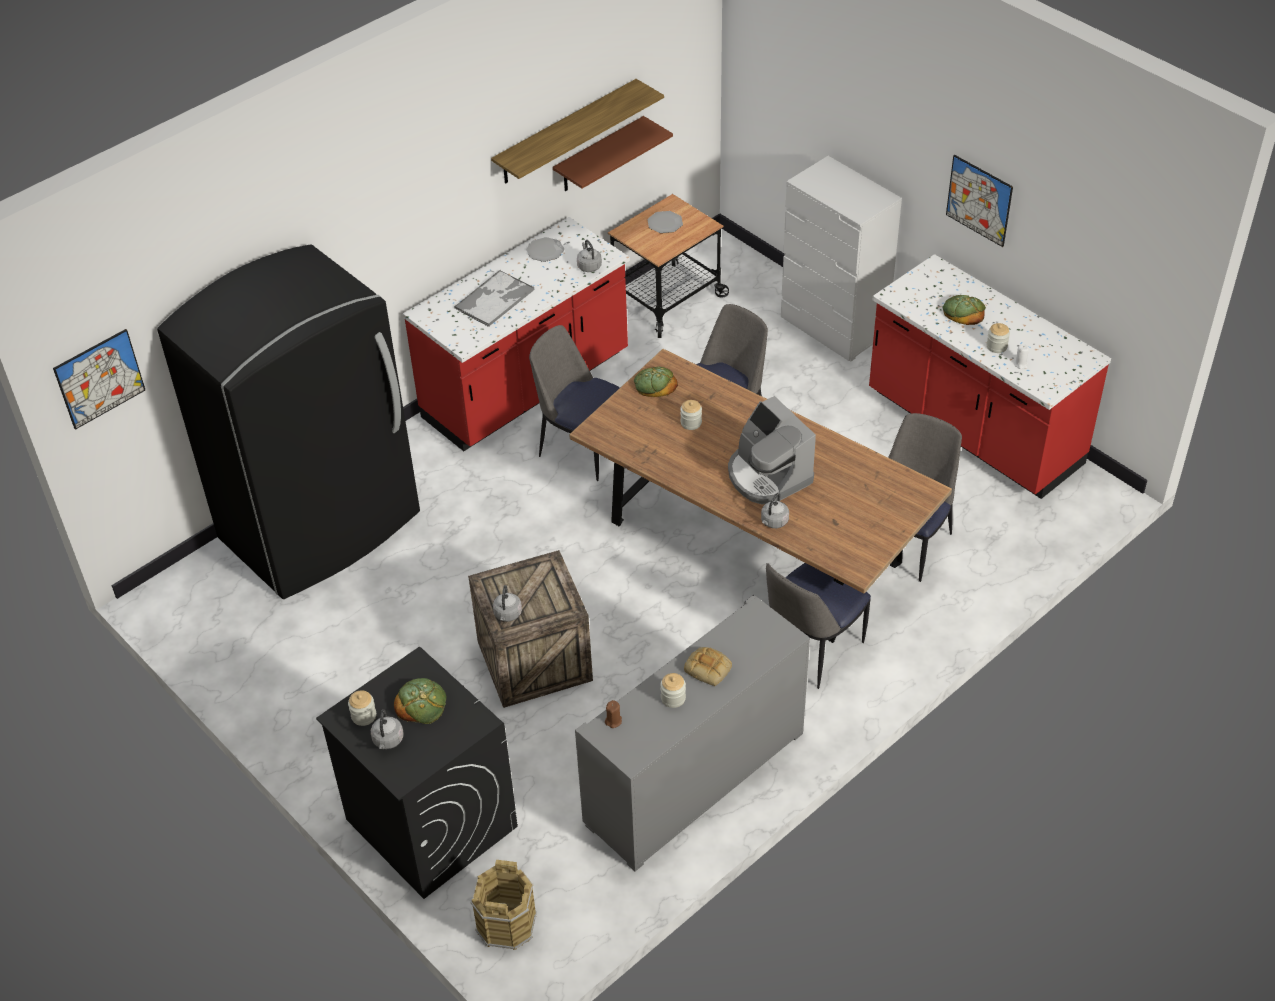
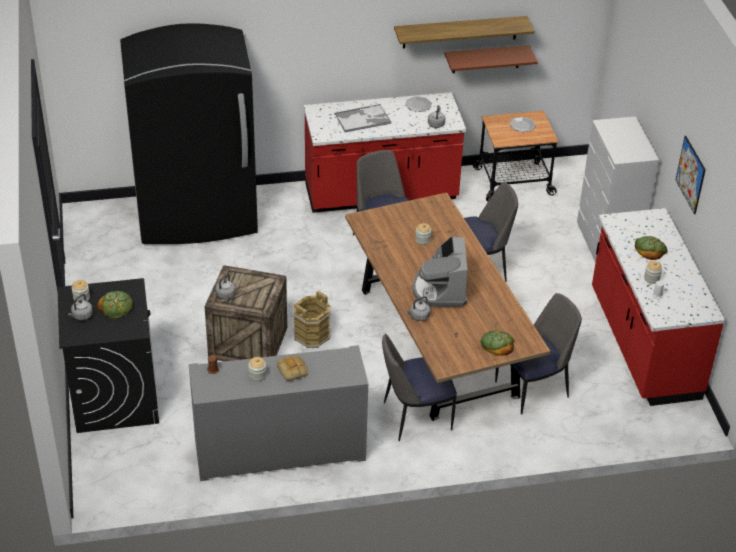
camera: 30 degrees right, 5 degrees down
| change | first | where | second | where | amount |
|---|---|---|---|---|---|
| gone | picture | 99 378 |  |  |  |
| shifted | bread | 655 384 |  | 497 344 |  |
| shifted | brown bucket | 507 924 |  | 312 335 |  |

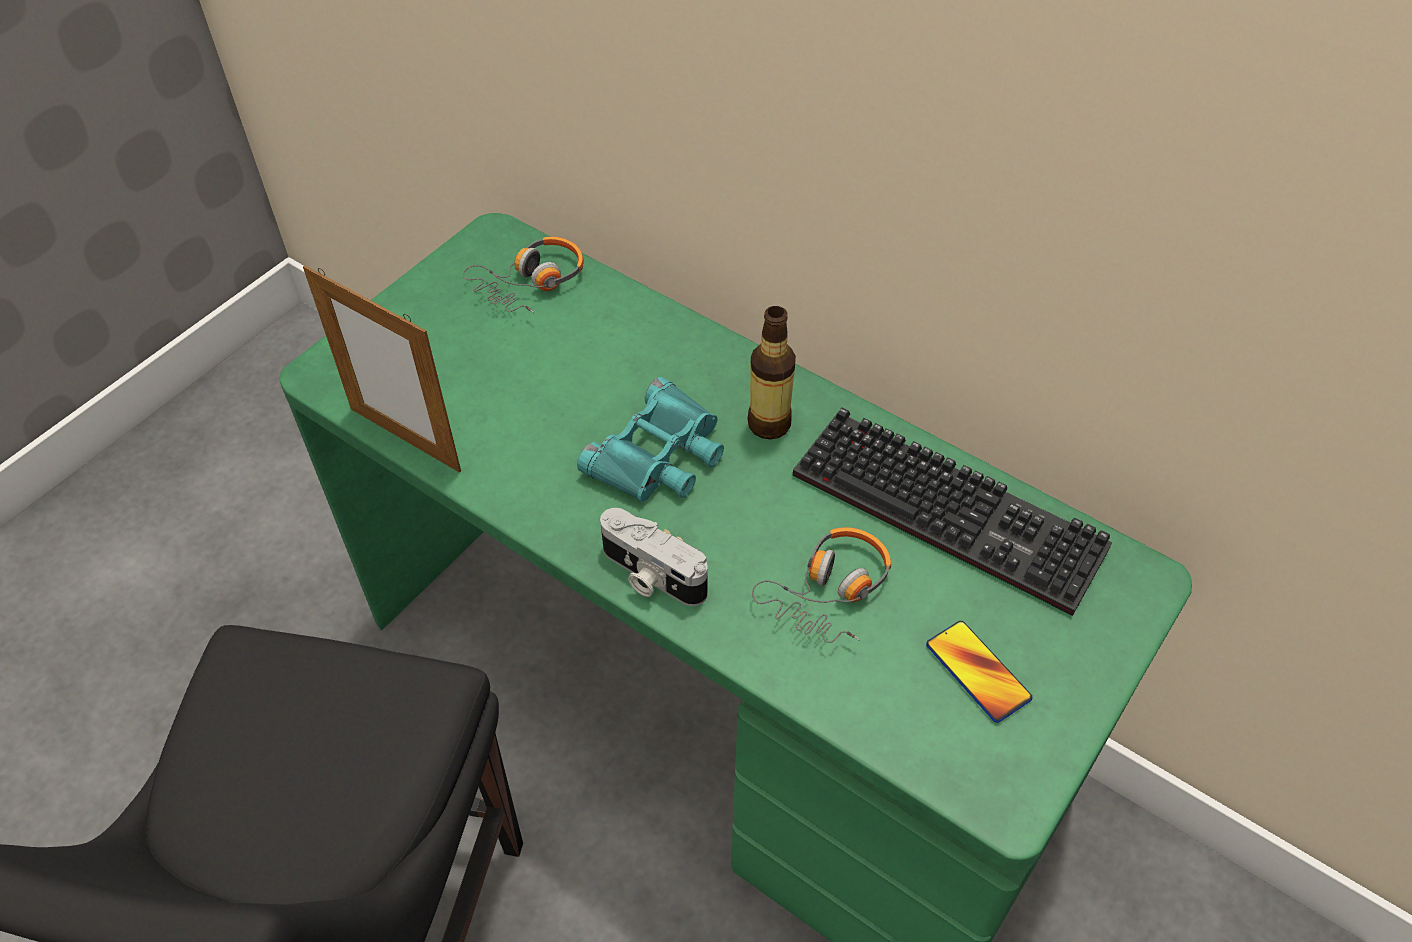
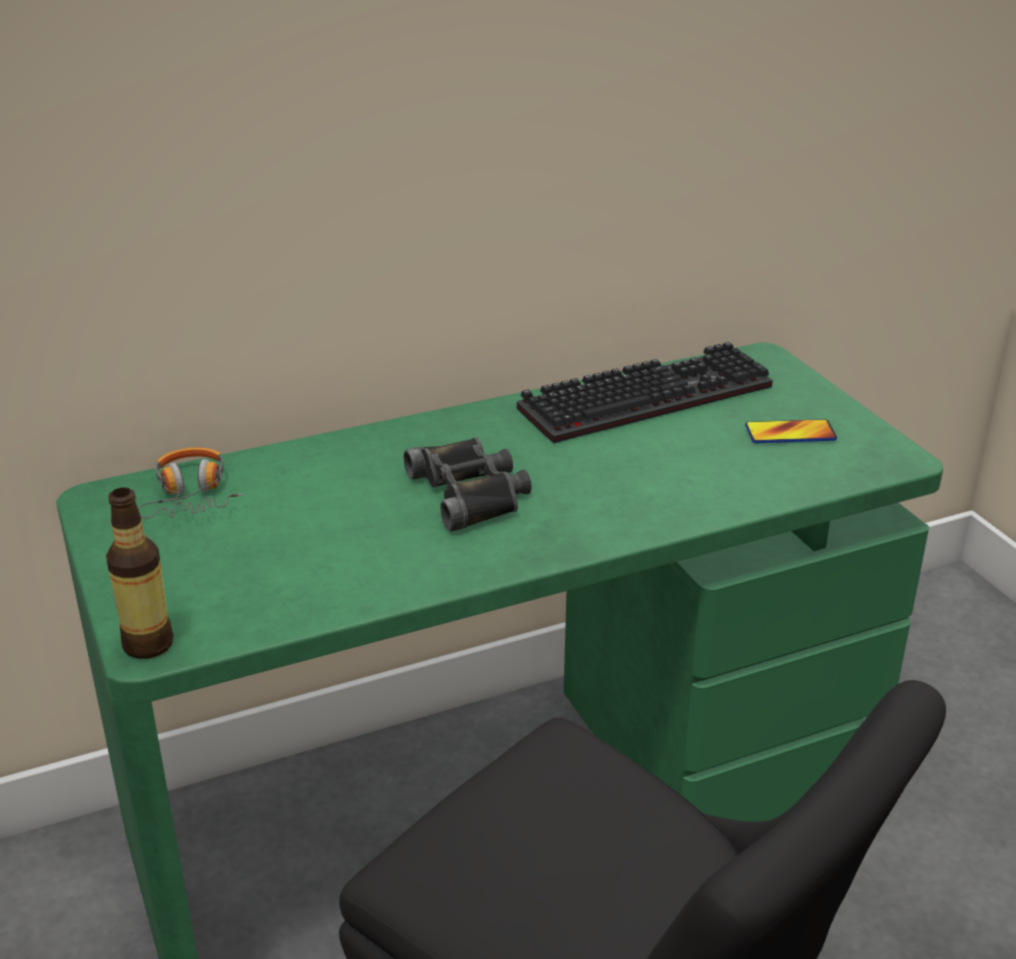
camera: 60 degrees left, 20 degrees down
| change | first | where | second | where | amount |
|---|---|---|---|---|---|
| gone | picture frame | 405 439 |  |  |  |
| shifted | bottle | 769 424 |  | 148 644 |  |
| repainted | turquoise binoculars | 659 455 | black binoculars | 470 492 |  |
| gone | photo camera | 650 575 |  |  |  |
| gone | headphones | 830 590 |  |  |  |

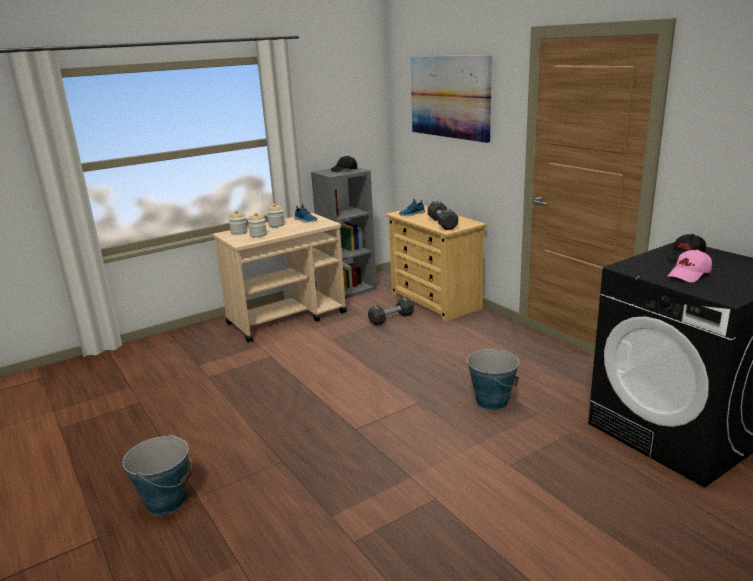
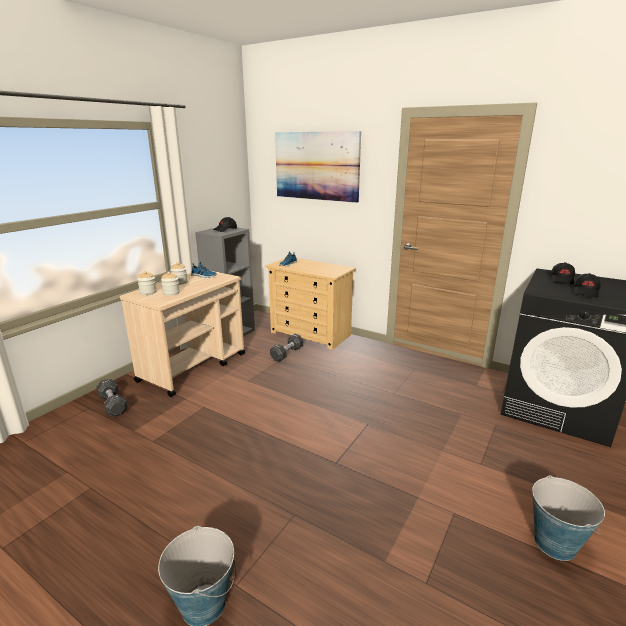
camera: 25 degrees left, 0 degrees up
| change | first | where | second | where | amount |
|---|---|---|---|---|---|
| shifted | black dumbbell | 442 223 |  | 113 404 |  |
| repainted | pink cap | 689 275 | black cap | 586 292 |  |
| shifted | bucket | 492 401 |  | 554 543 |  |

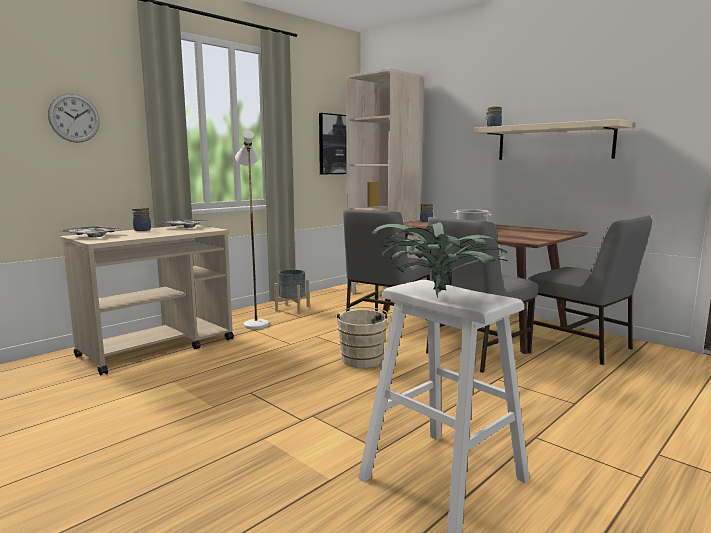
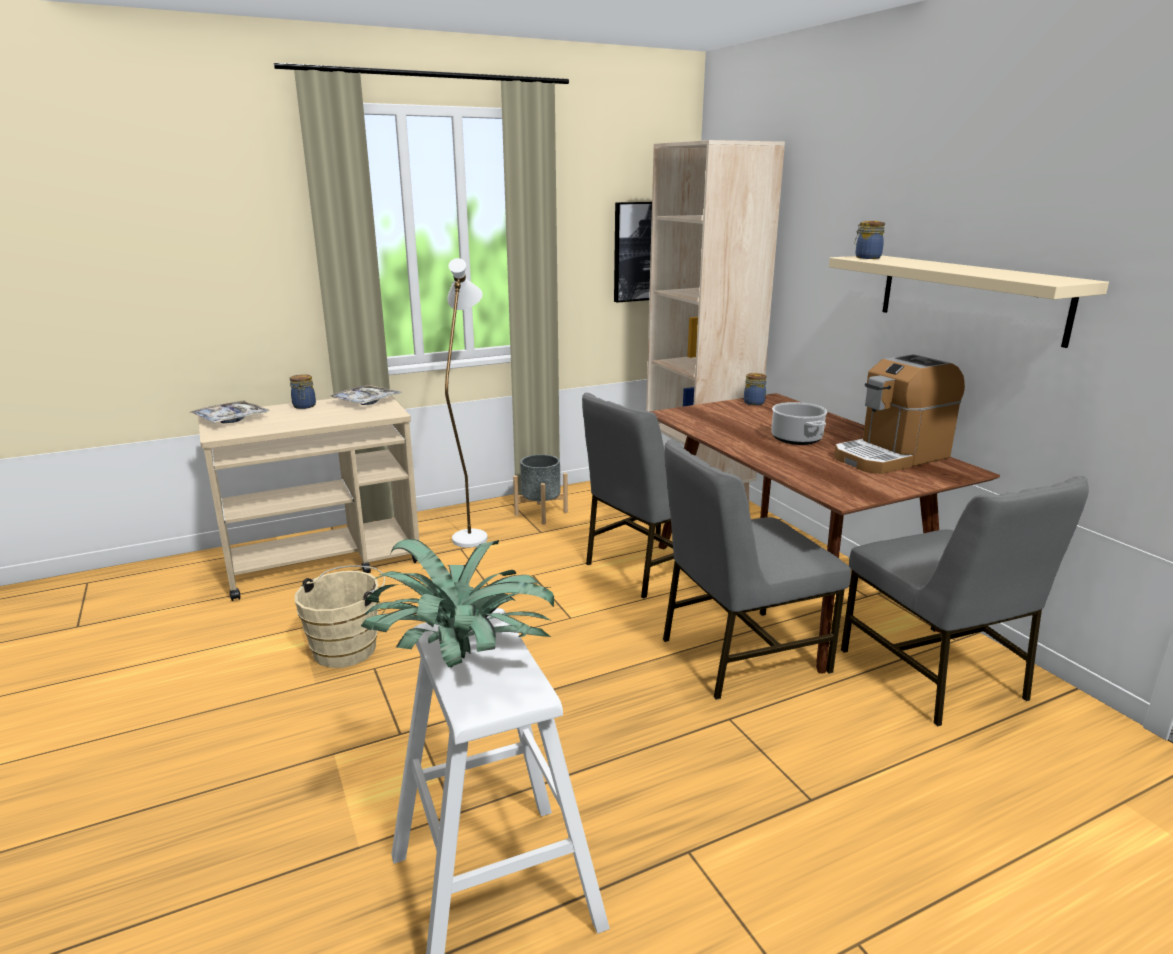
camera: 20 degrees right, 10 degrees up
| change | first | where | second | where | amount |
|---|---|---|---|---|---|
| gone | wall clock | 74 118 |  |  |  |
| shifted | beige bucket | 362 359 |  | 349 647 |  |
| new |  |  | coffee machine | 891 456 |  |

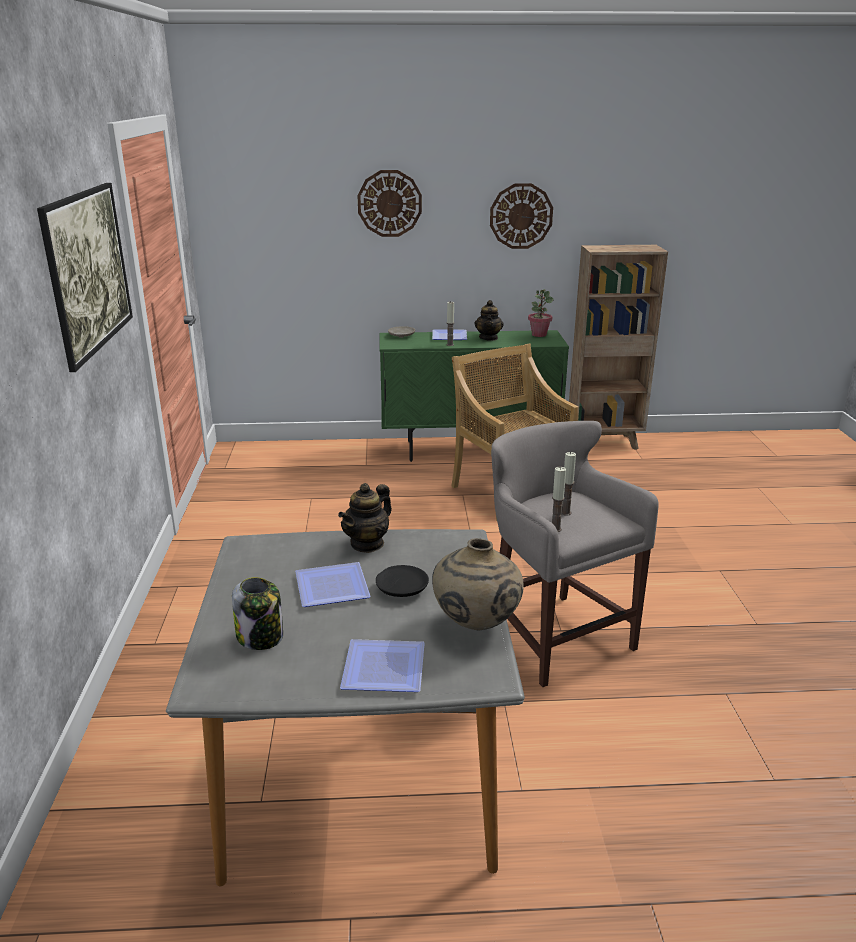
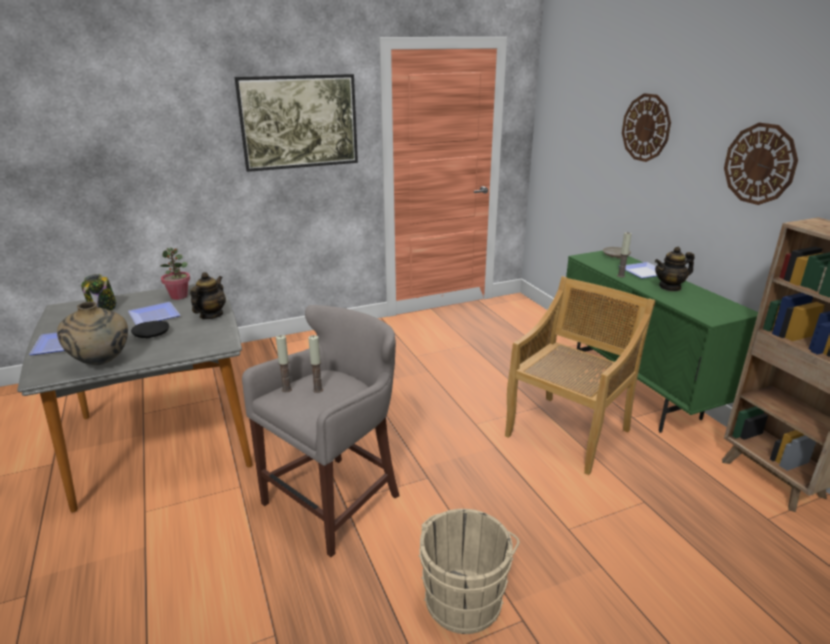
camera: 70 degrees right, 0 degrees up
| change | first | where | second | where | amount |
|---|---|---|---|---|---|
| shifted | potted plant | 539 334 |  | 179 296 |  |
| rotated | teapot | 367 543 |  | 211 315 | 90 degrees clockwise |
| new |  |  | beige bucket | 465 597 |  |

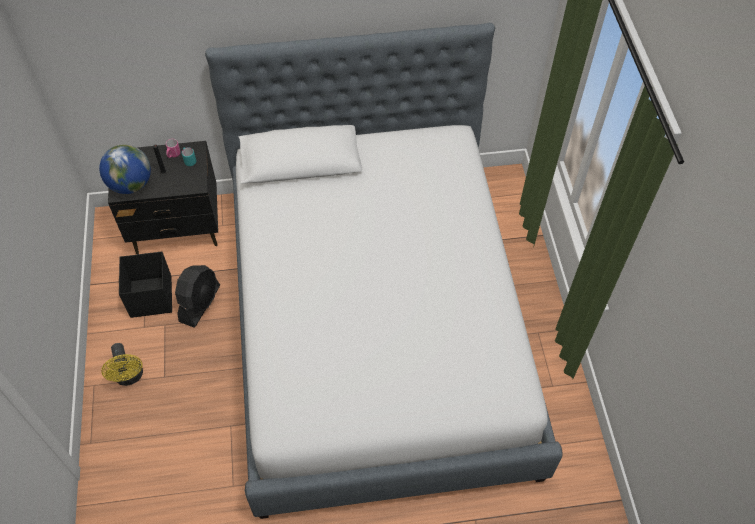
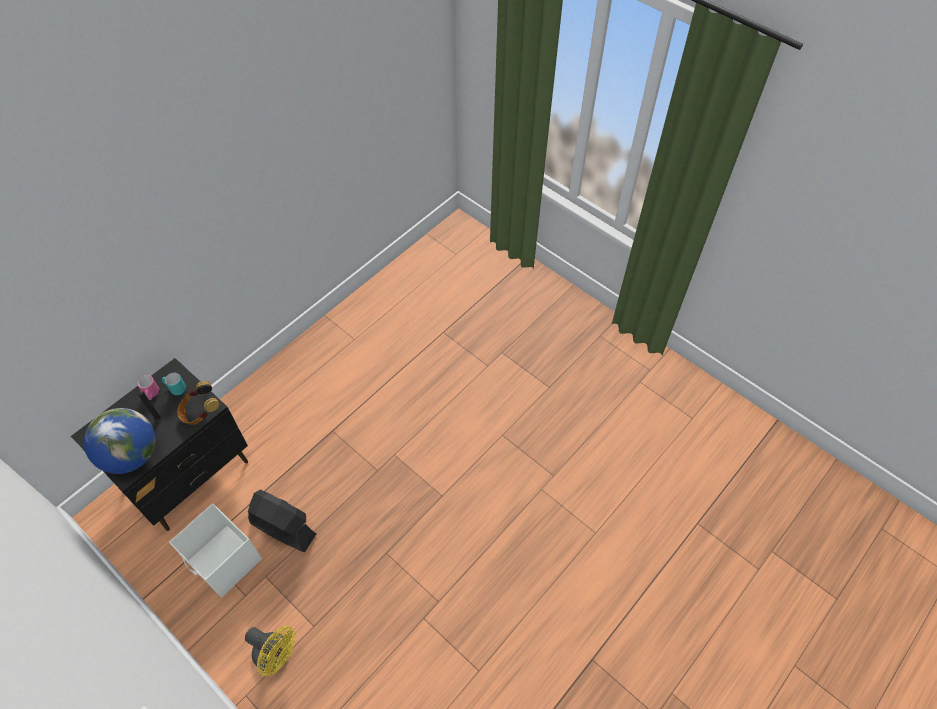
camera: 40 degrees left, 0 degrees up
| change | first | where | second | where | amount |
|---|---|---|---|---|---|
| gone | bed | 377 325 |  |  |  |
| repainted | black storage box | 151 297 | white storage box | 225 561 |  |
| rotated | black fan | 200 303 |  | 283 528 | 45 degrees counterclockwise |
| new |  |  | headphones | 201 412 |  |

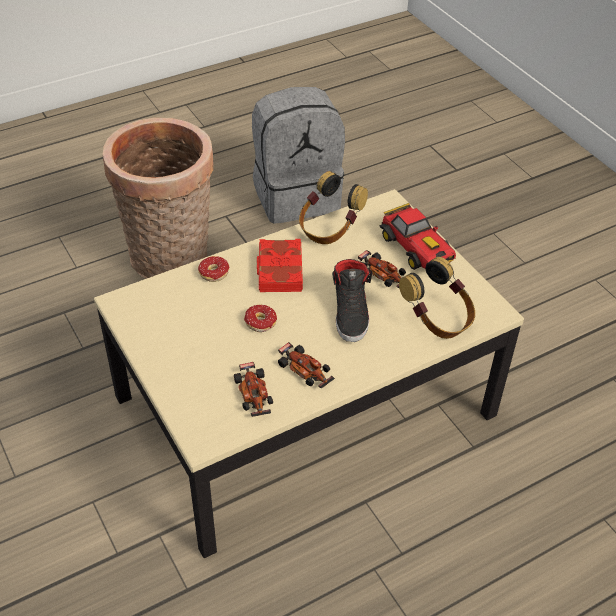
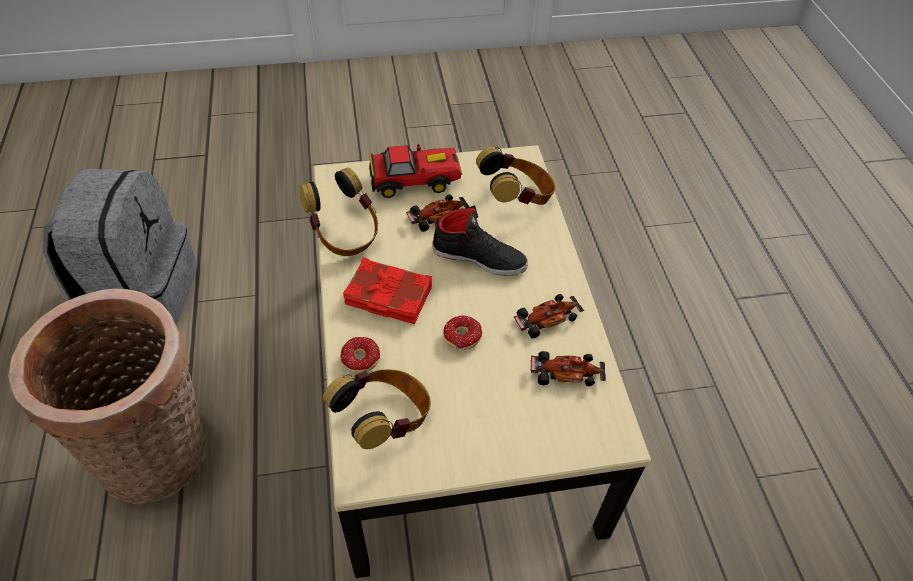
camera: 70 degrees left, 5 degrees up
| change | first | where | second | where | amount |
|---|---|---|---|---|---|
| new |  |  | headphones | 385 420 |  |

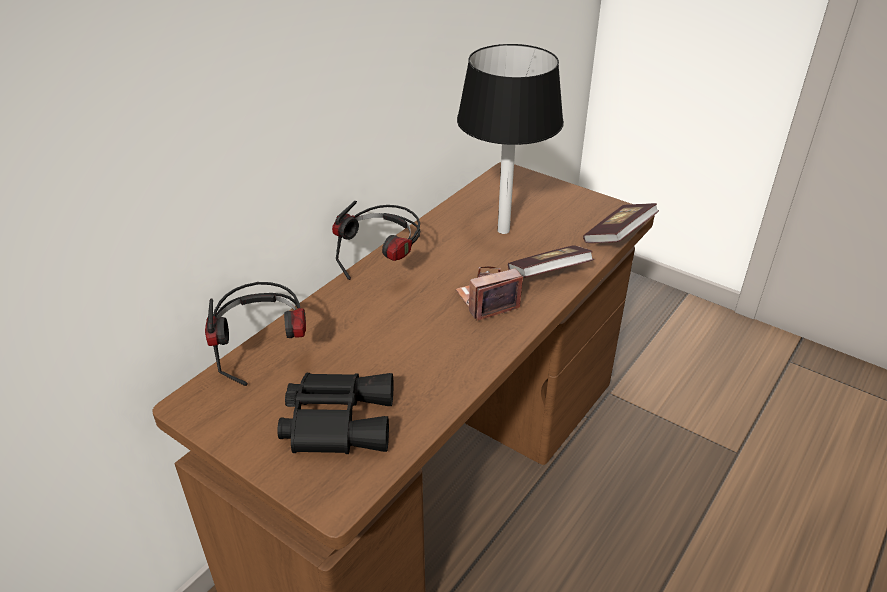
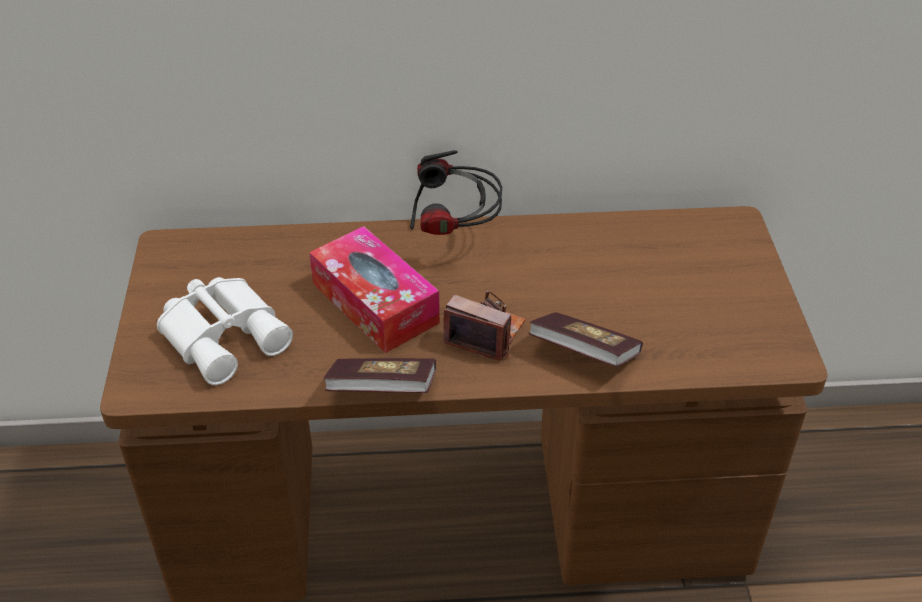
camera: 50 degrees right, 5 degrees up
| change | first | where | second | where | amount |
|---|---|---|---|---|---|
| gone | black table lamp | 504 230 |  |  |  |
| shifted | book | 618 236 |  | 382 390 |  |
| gone | headphones | 264 354 |  |  |  |
| repainted | black binoculars | 337 419 | white binoculars | 225 334 |  |
| new |  |  | tissue box | 375 303 |  |

